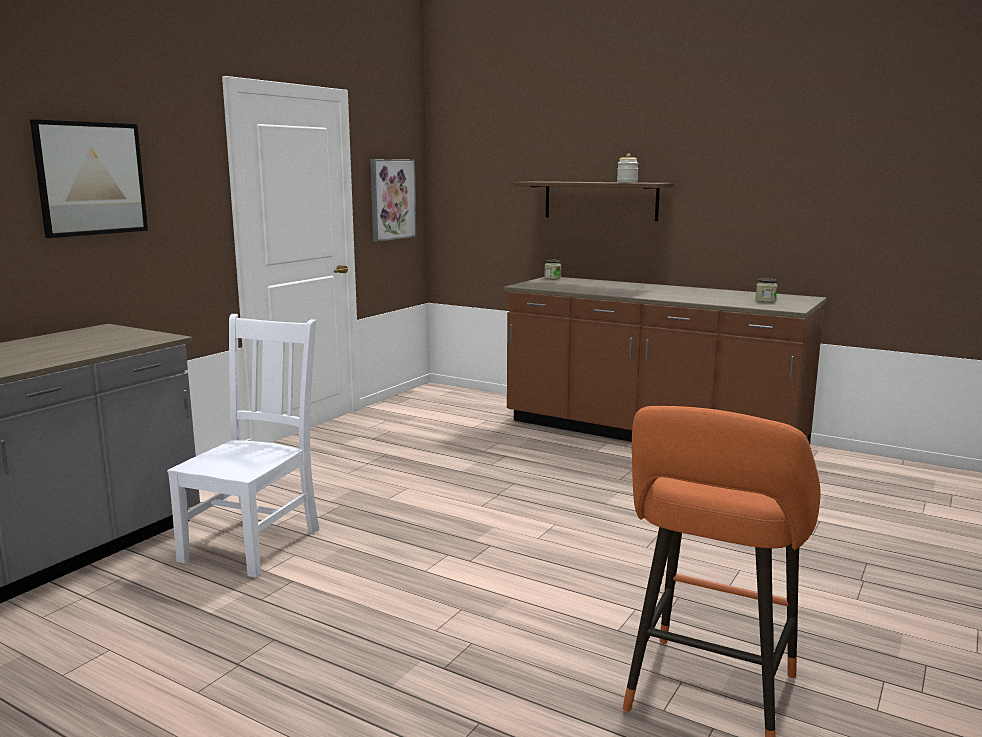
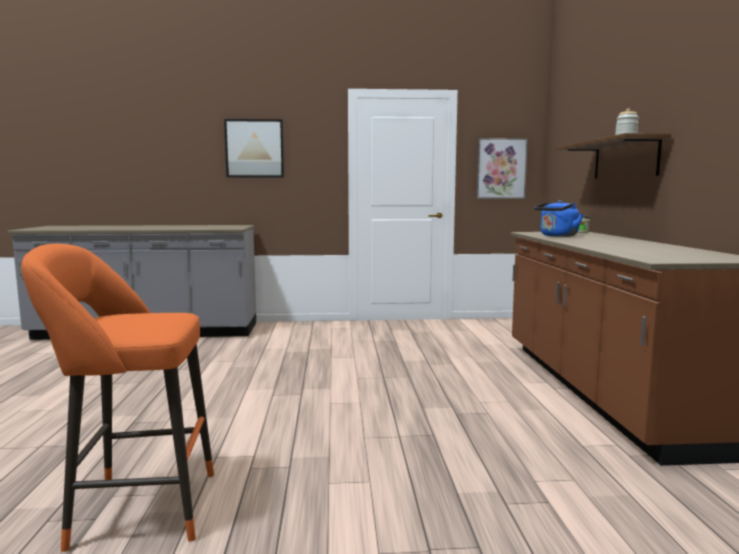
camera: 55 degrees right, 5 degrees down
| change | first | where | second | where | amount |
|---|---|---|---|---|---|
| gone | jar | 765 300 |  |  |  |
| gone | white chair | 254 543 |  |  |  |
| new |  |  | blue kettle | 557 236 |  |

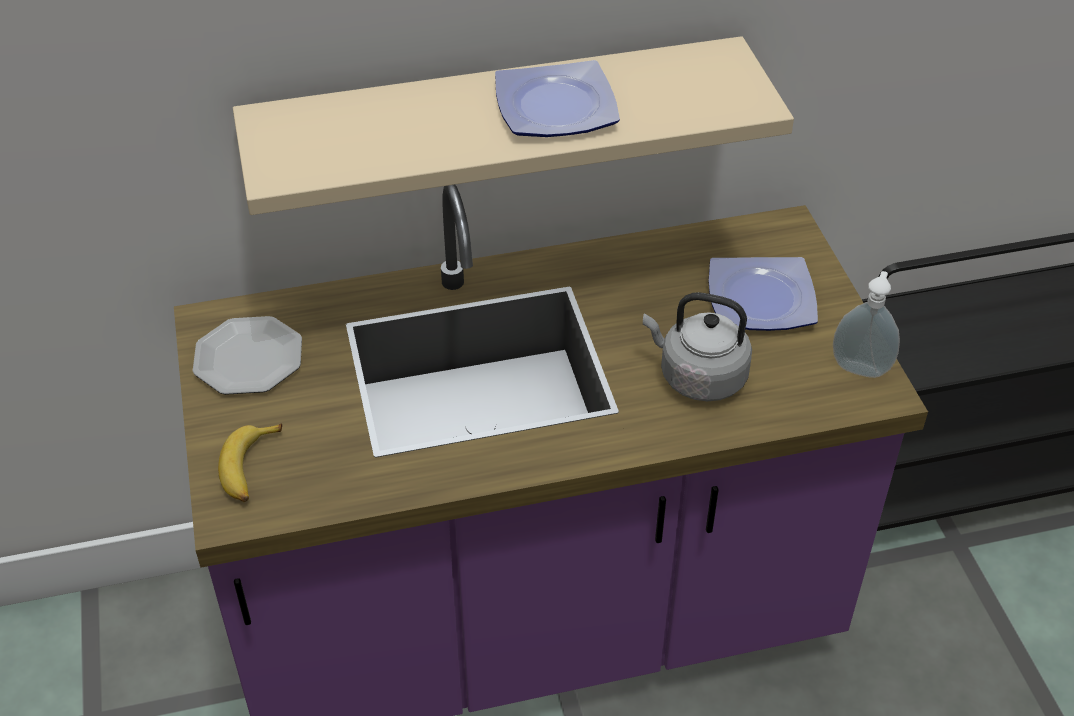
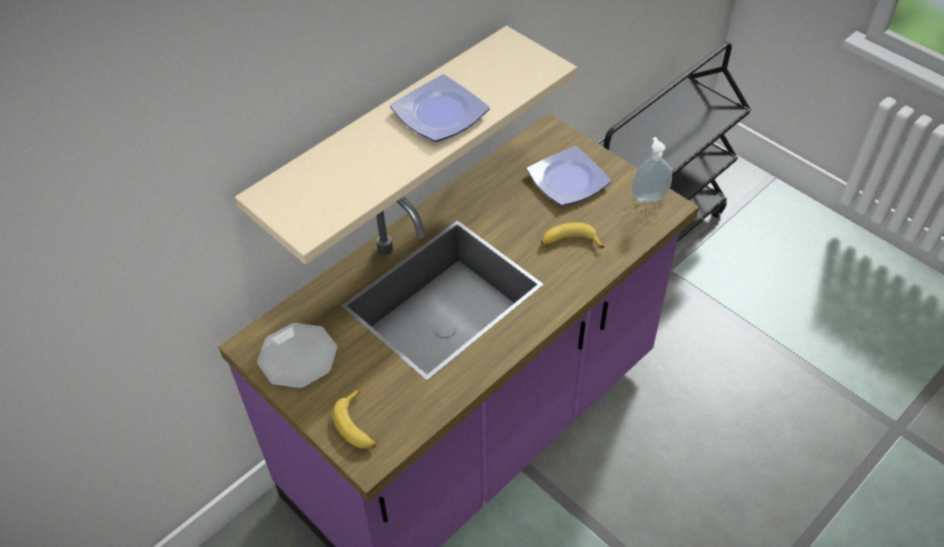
camera: 30 degrees left, 5 degrees up
| change | first | where | second | where | amount |
|---|---|---|---|---|---|
| swapped | grey kettle | 698 377 | banana | 569 242 |  |

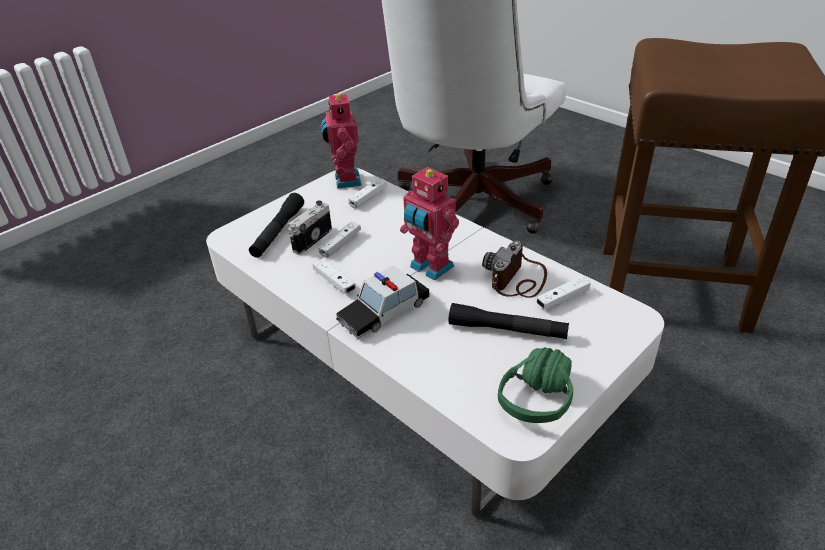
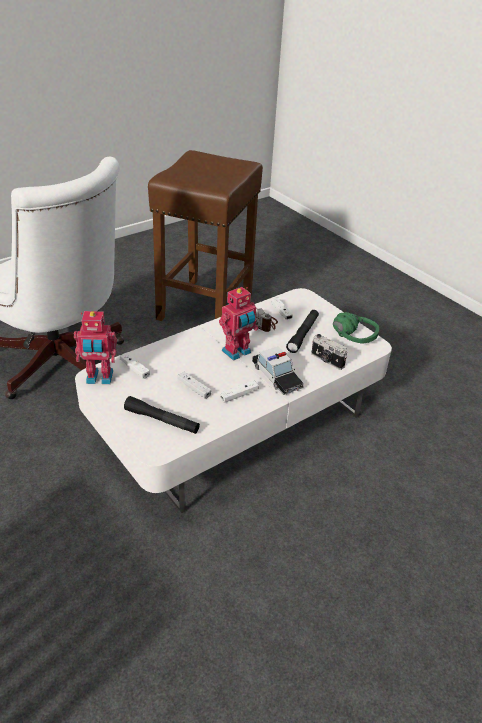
camera: 85 degrees left, 0 degrees up
| change | first | where | second | where | amount |
|---|---|---|---|---|---|
| shifted | photo camera | 311 239 |  | 326 360 |  |

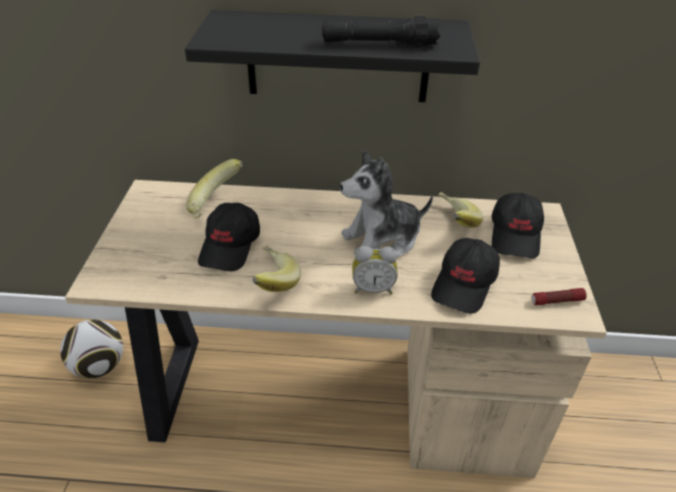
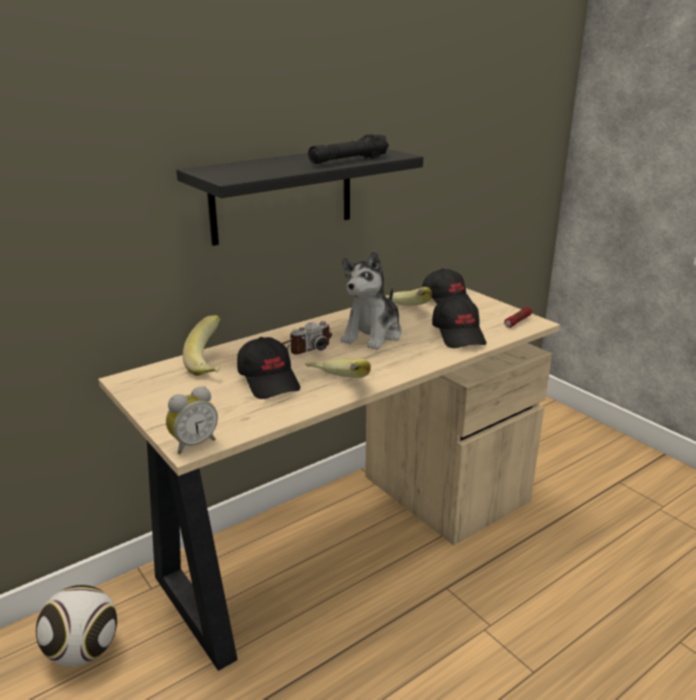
camera: 40 degrees left, 15 degrees down
| change | first | where | second | where | amount |
|---|---|---|---|---|---|
| shifted | alarm clock | 373 288 |  | 193 444 |  |
| new |  |  | photo camera | 303 347 |  |

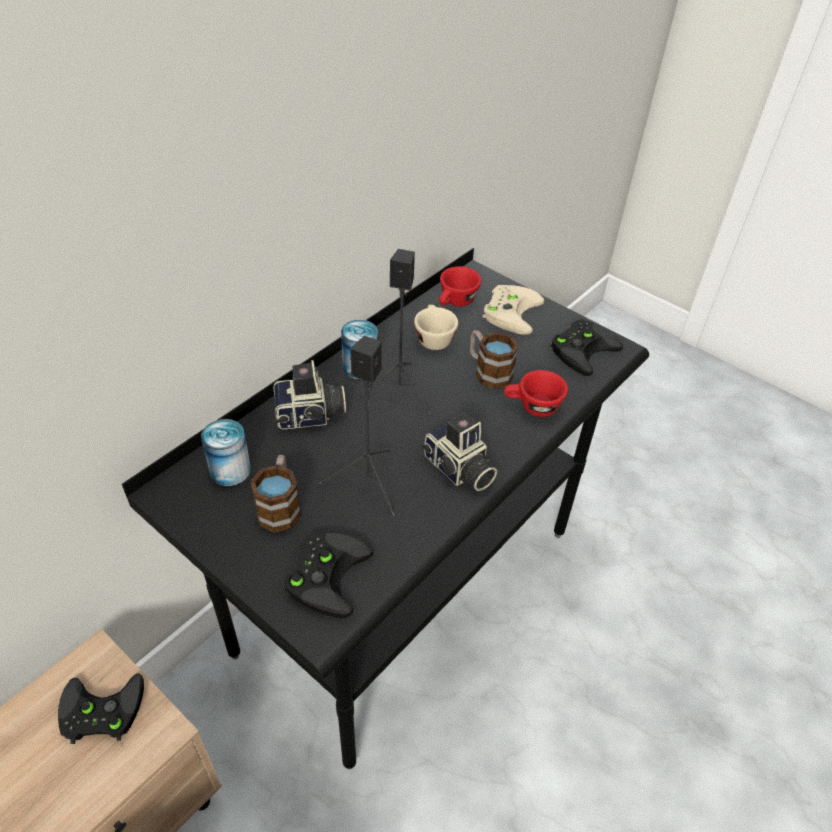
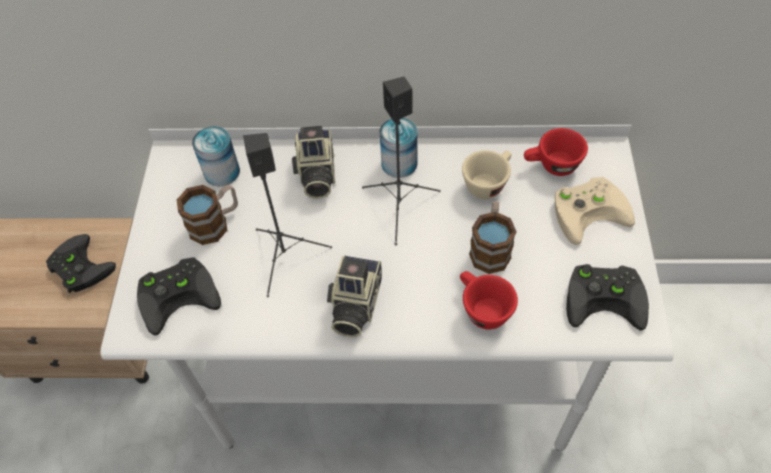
camera: 55 degrees right, 10 degrees up
| change | first | where | second | where | amount |
|---|---|---|---|---|---|
| repainted | black desk | 406 590 | white desk | 394 373 |  |
| rotated | photo camera | 311 416 |  | 316 174 | 45 degrees clockwise |

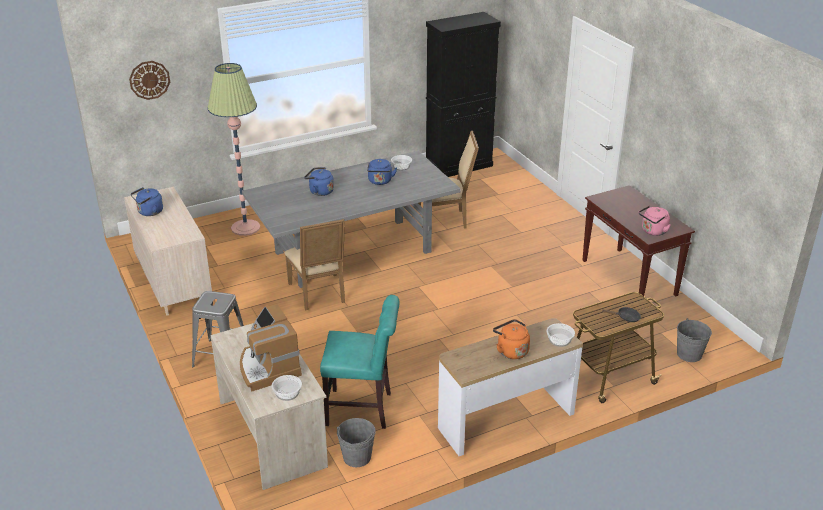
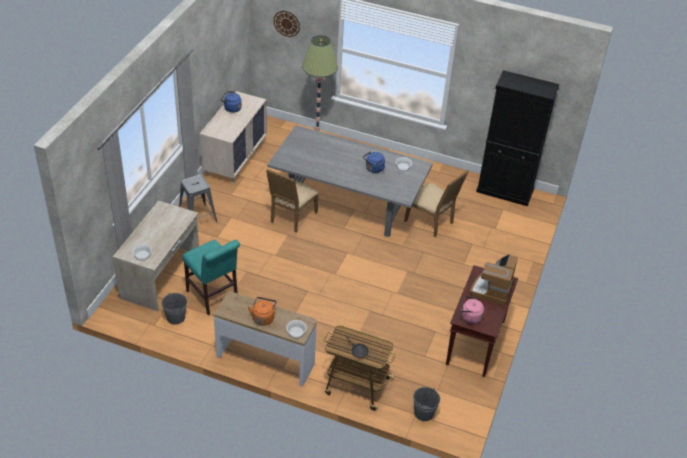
camera: 45 degrees right, 10 degrees up
| change | first | where | second | where | amount |
|---|---|---|---|---|---|
| gone | blue kettle | 320 191 |  |  |  |
| shifted | coffee machine | 268 367 |  | 492 289 |  |

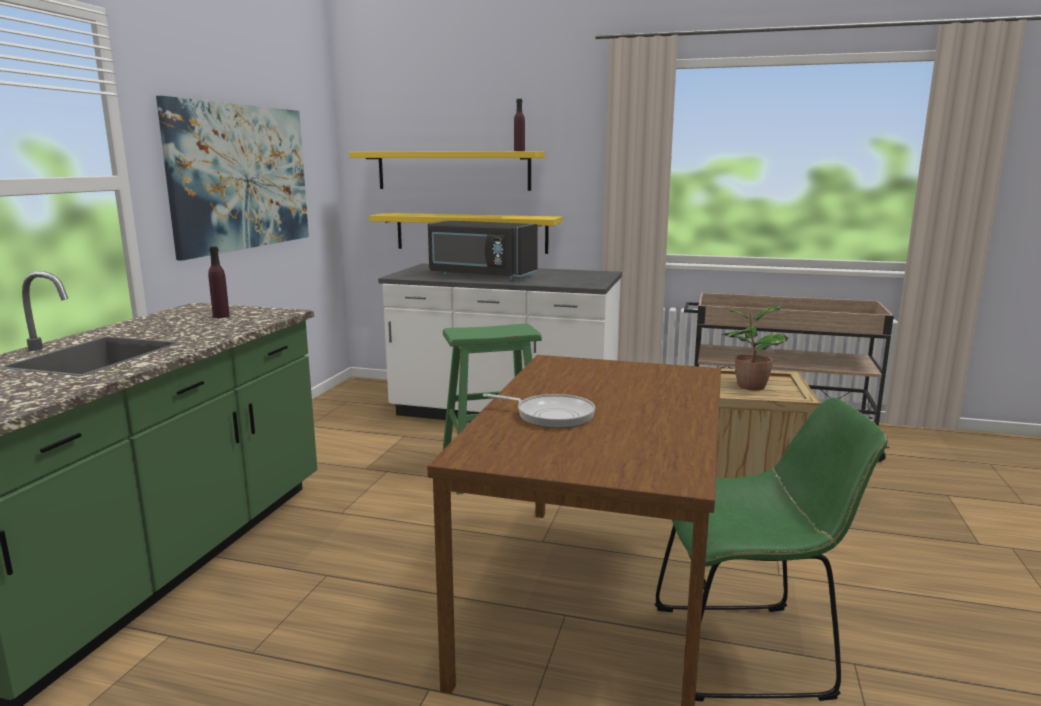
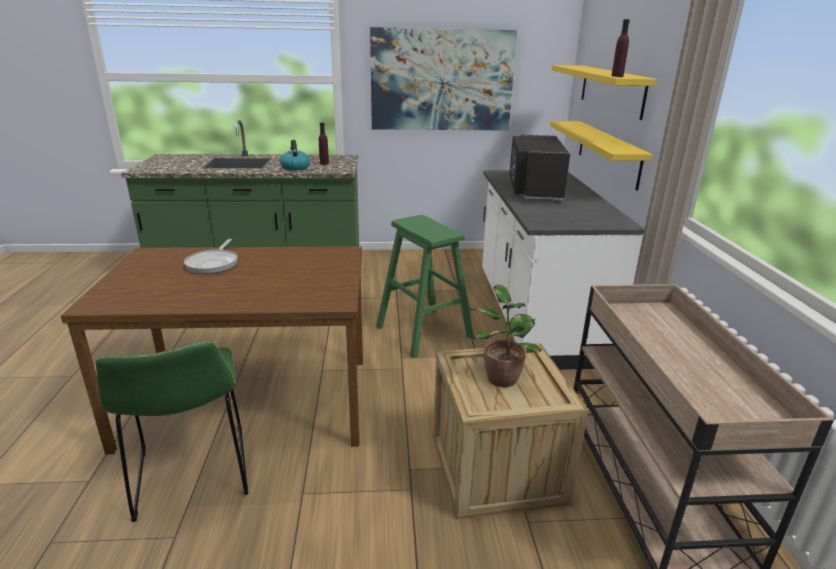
camera: 70 degrees right, 10 degrees up
| change | first | where | second | where | amount |
|---|---|---|---|---|---|
| new |  |  | kettle | 295 167 |  |

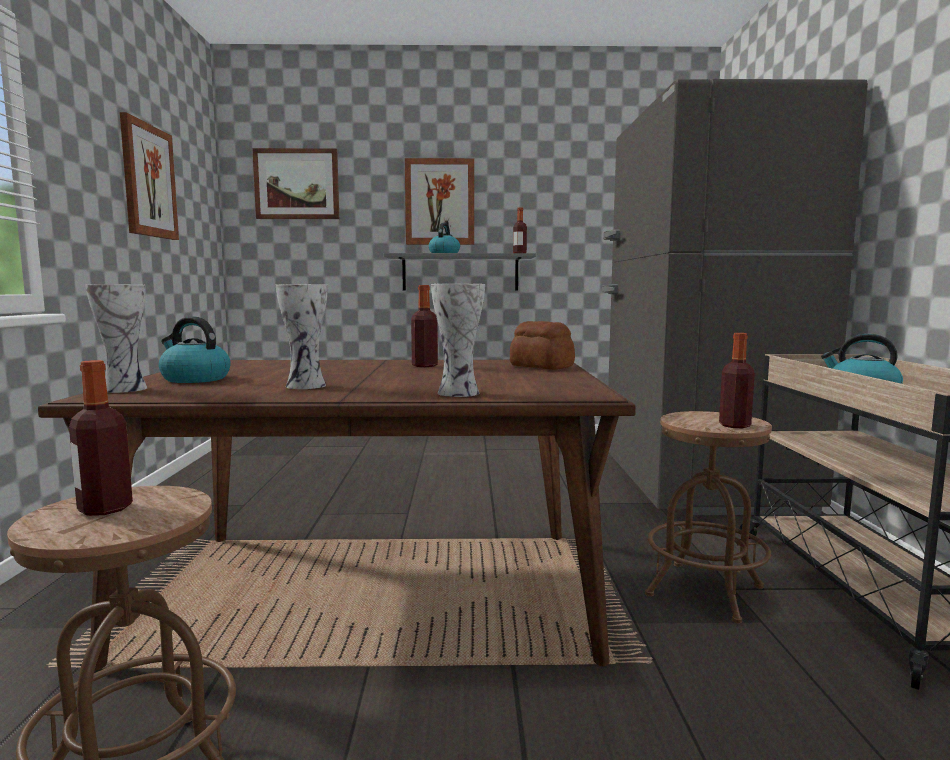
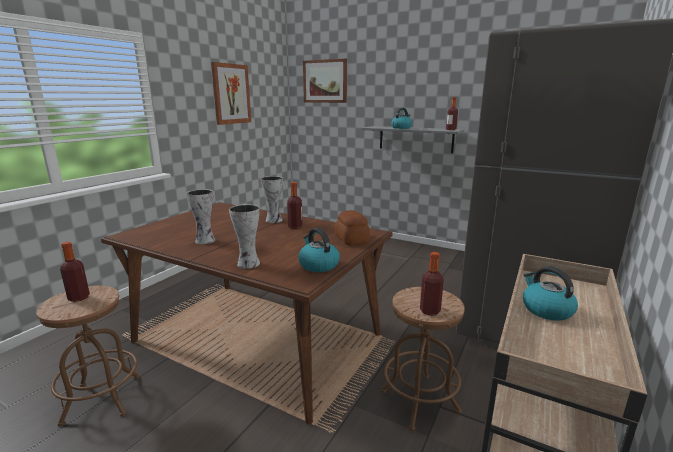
camera: 30 degrees right, 10 degrees up
| change | first | where | second | where | amount |
|---|---|---|---|---|---|
| gone | picture | 439 202 |  |  |  |
| shifted | vase | 125 389 |  | 274 220 |  |
| shifted | kettle | 194 379 |  | 318 265 |  |

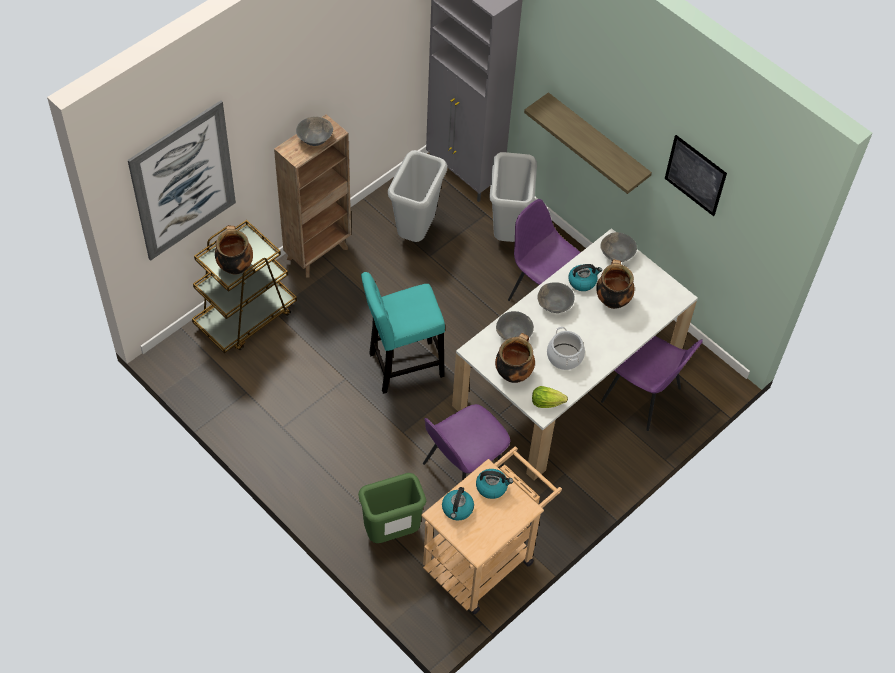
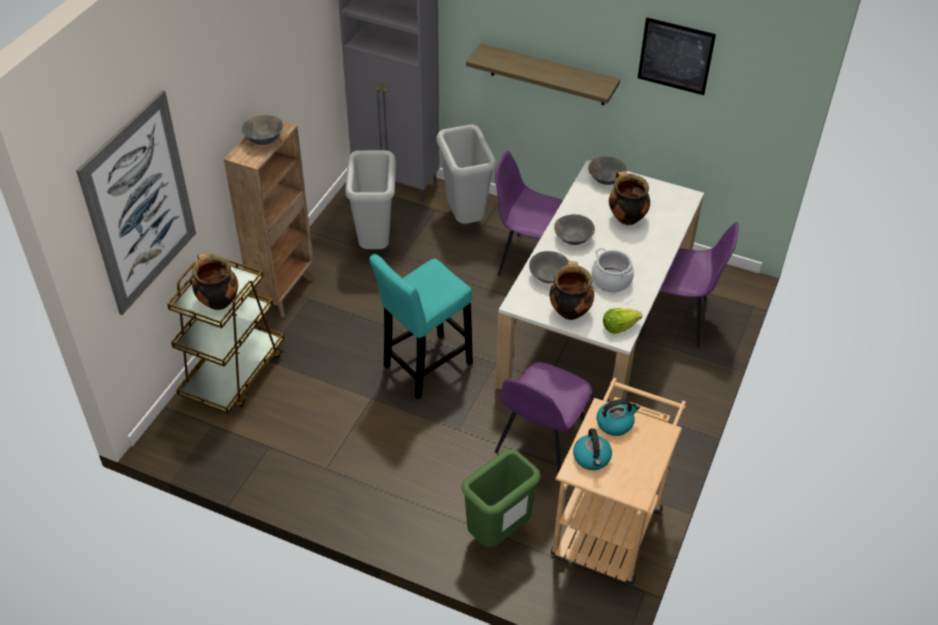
camera: 20 degrees left, 10 degrees down
| change | first | where | second | where | amount |
|---|---|---|---|---|---|
| gone | kettle | 582 281 |  |  |  |

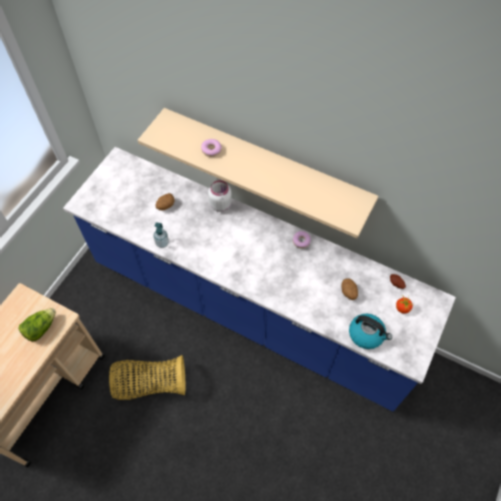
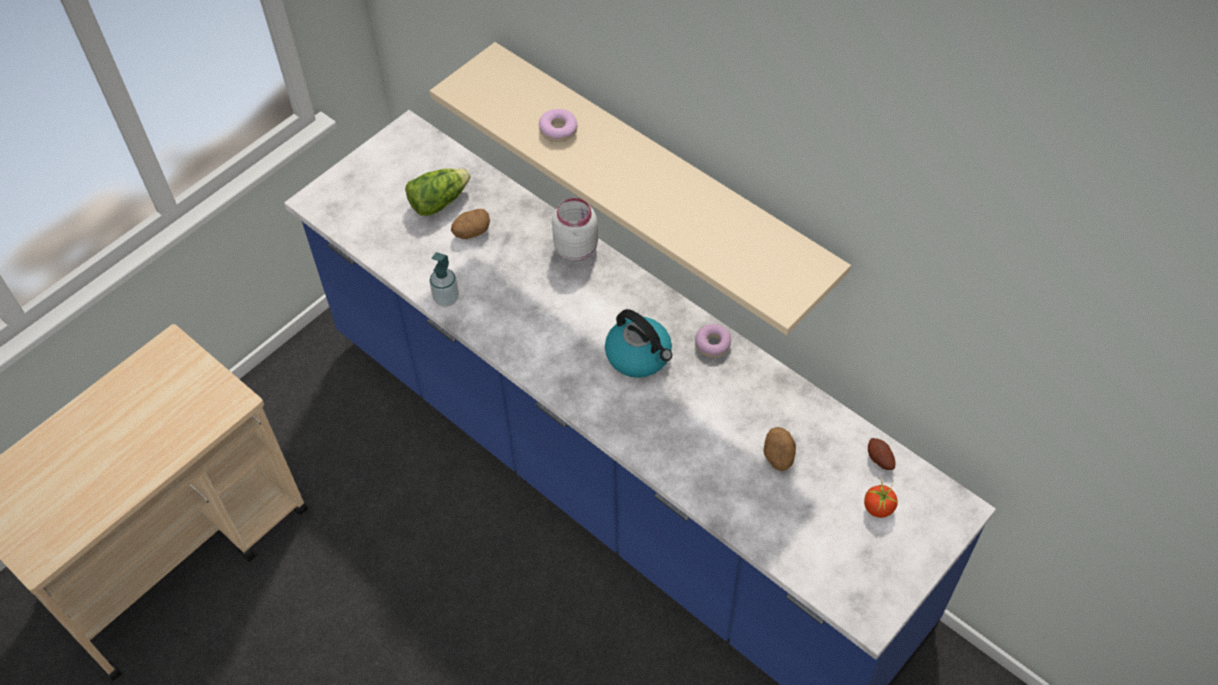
camera: 15 degrees right, 5 degrees down
| change | first | where | second | where | amount |
|---|---|---|---|---|---|
| shifted | lettuce | 40 328 |  | 438 201 |  |
| shifted | kettle | 366 334 |  | 639 356 |  |
| gone | basket | 150 383 |  |  |  |

